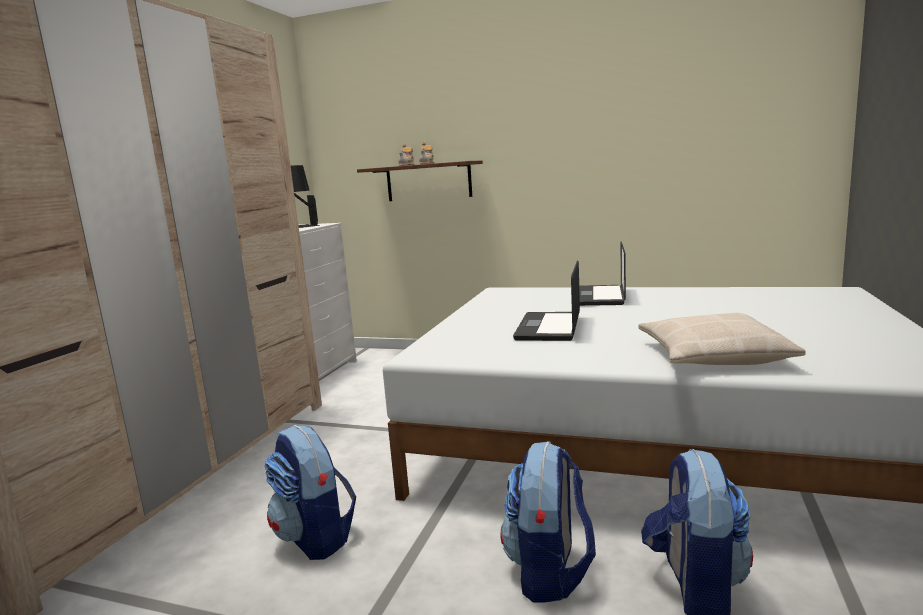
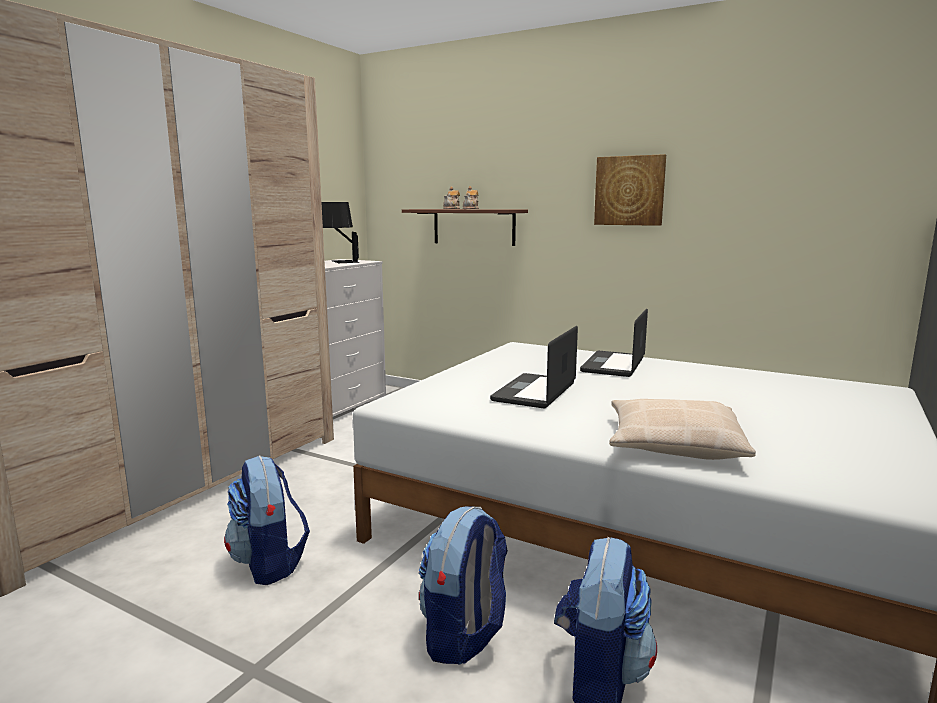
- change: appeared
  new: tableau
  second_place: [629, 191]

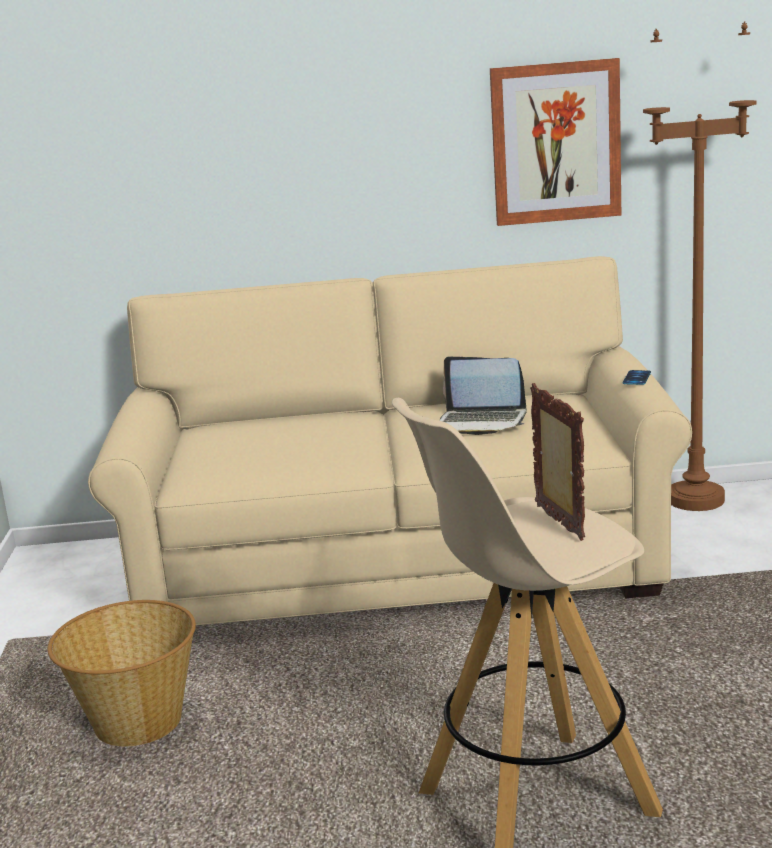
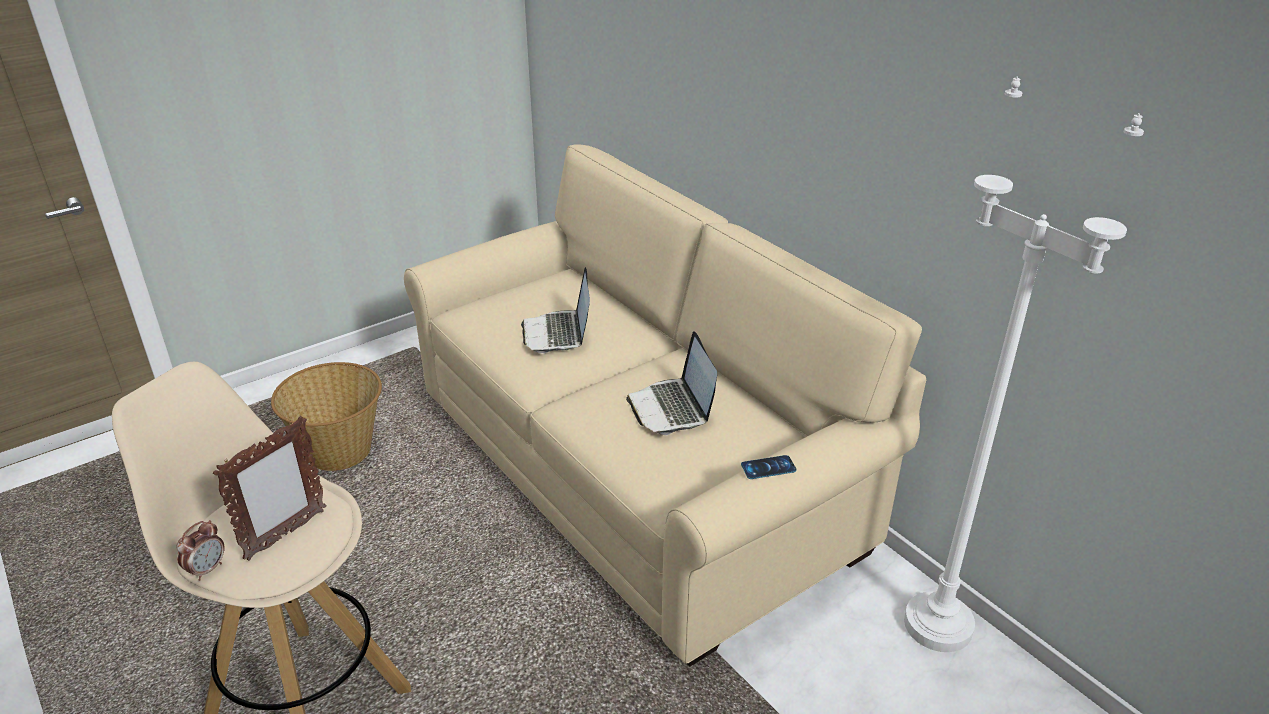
- change: colour
  old: lampadaire (marron)
  new: lampadaire (blanc)
  first_place: [696, 499]
  second_place: [938, 625]
- change: missing
  old: tableau
  first_place: [555, 142]
- change: appeared
  new: ordinateur portable
  second_place: [558, 333]
- change: appeared
  new: réveil
  second_place: [207, 569]

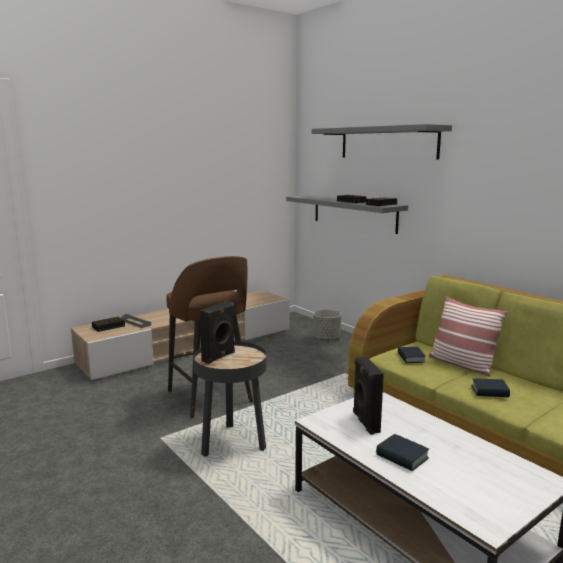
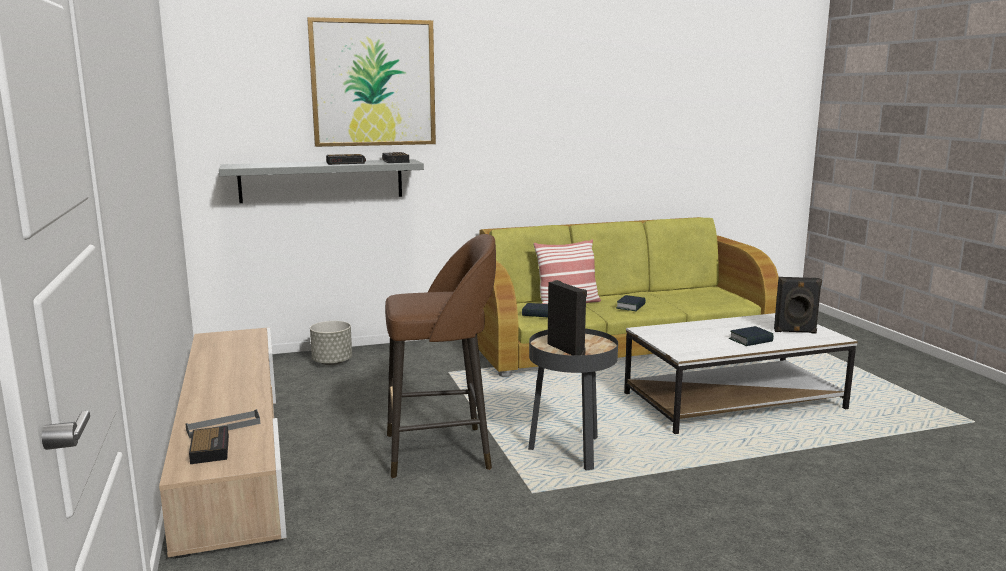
- change: exchanged
  old: étagère (gris)
  new: tableau
  first_place: [387, 143]
  second_place: [373, 83]
- change: relocated
  old: enceinte (noir)
  first_place: [365, 422]
  second_place: [795, 331]

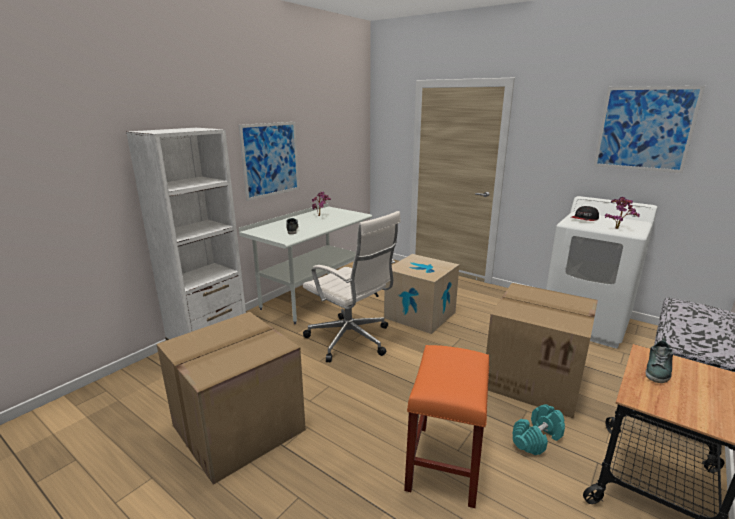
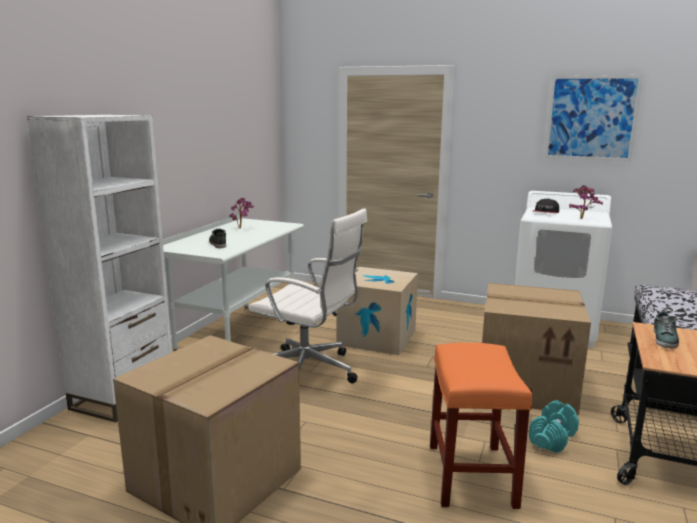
- change: missing
  old: tableau
  first_place: [271, 159]

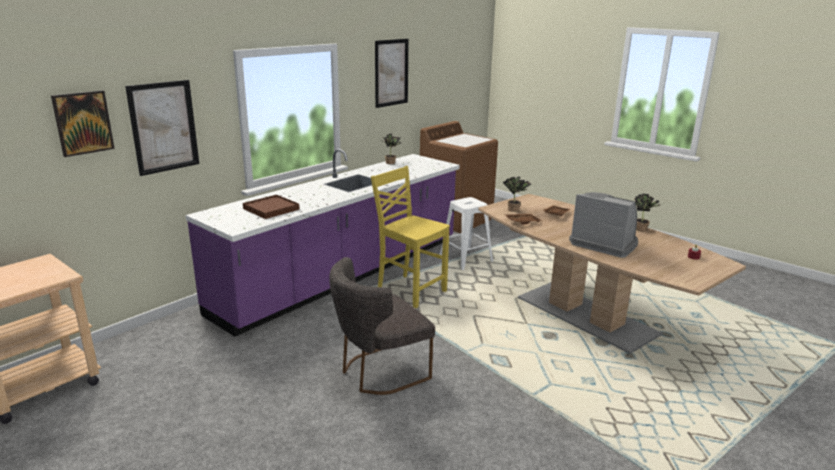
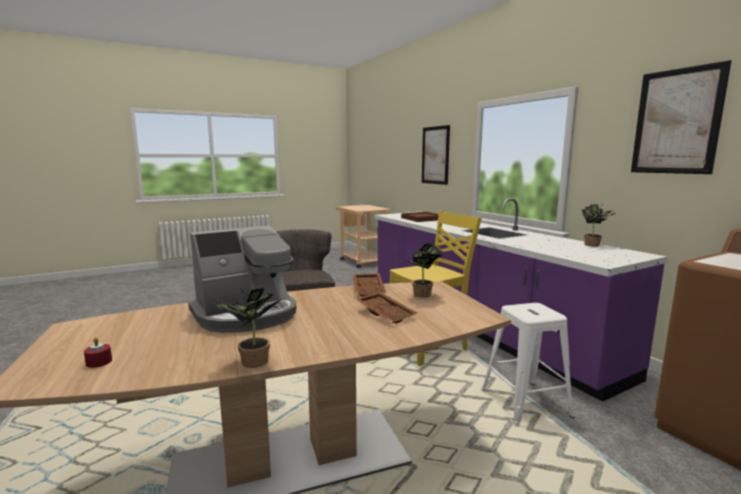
- change: missing
  old: tableau
  first_place: [83, 123]

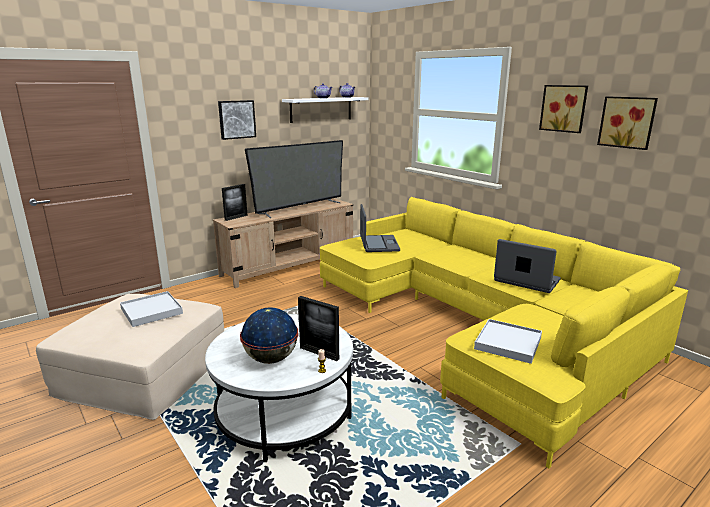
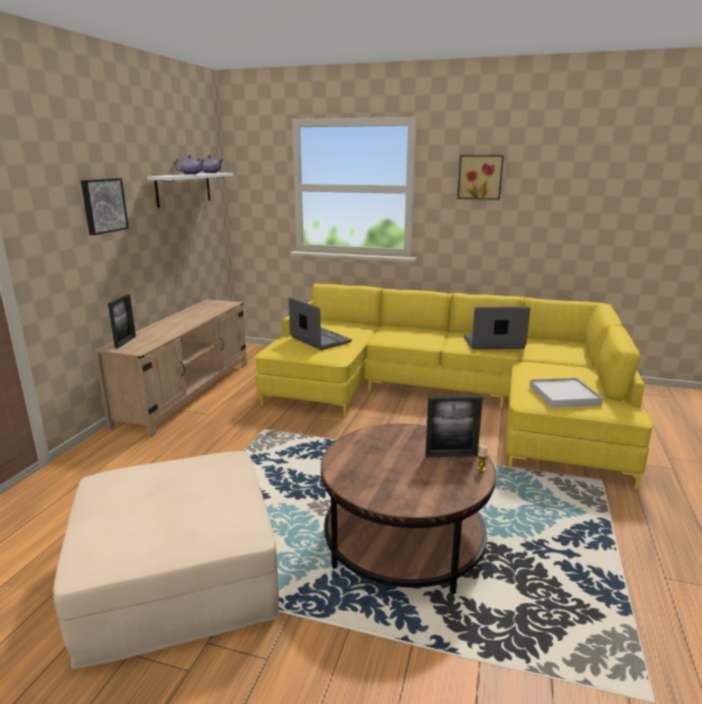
- change: missing
  old: tableau
  first_place: [627, 122]
- change: missing
  old: téléviseur
  first_place: [300, 208]
- change: missing
  old: plateau (blanc)
  first_place: [151, 311]
- change: missing
  old: globe
  first_place: [271, 359]
- change: colour
  old: table basse (blanc)
  new: table basse (marron)
  first_place: [284, 413]
  second_place: [404, 541]

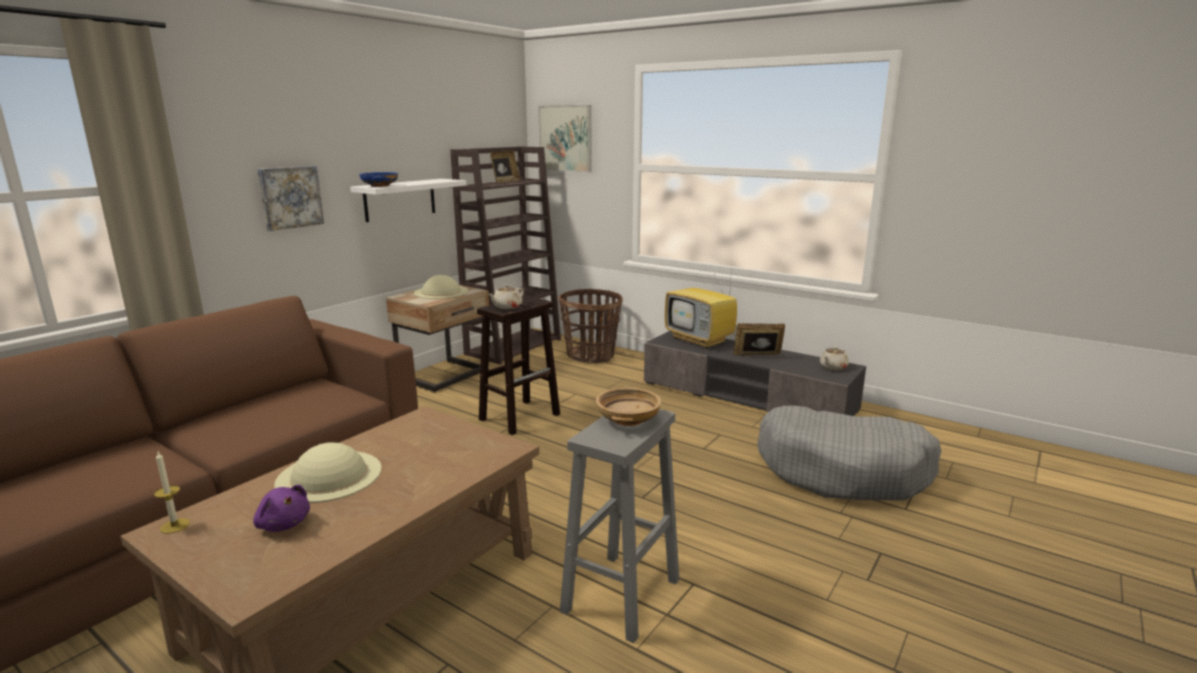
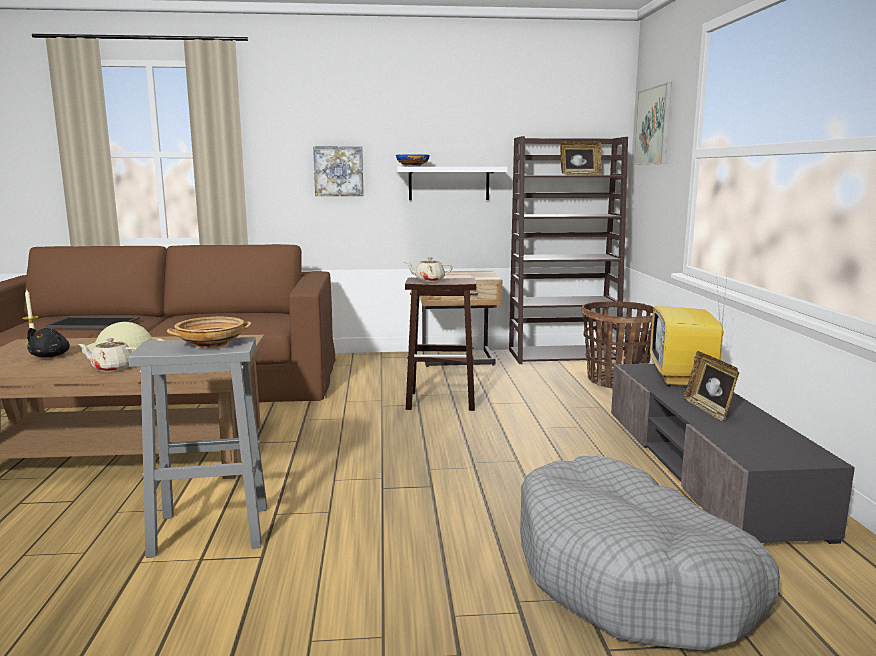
- change: missing
  old: chapeau (beige)
  first_place: [441, 292]
- change: spun
  old: cadre photo
  first_place: [757, 357]
  second_place: [709, 410]
  degrees: -150
- change: relocated
  old: théière (beige)
  first_place: [833, 367]
  second_place: [112, 368]
- change: colour
  old: peluche (violet)
  new: peluche (noir)
  first_place: [283, 524]
  second_place: [51, 356]
- change: appeared
  new: plateau
  second_place: [95, 323]

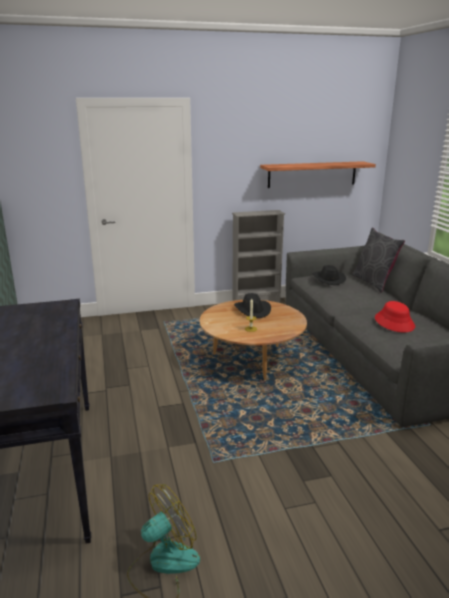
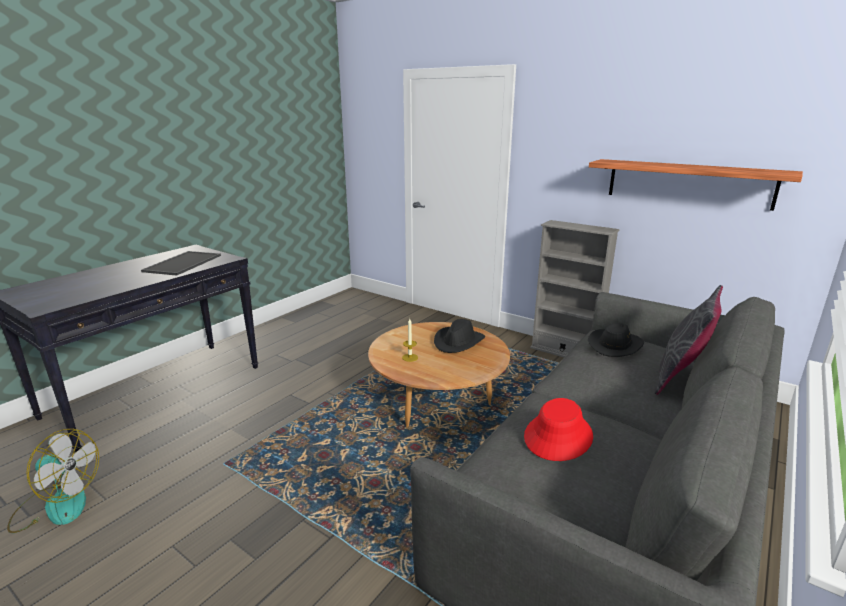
- change: appeared
  new: plateau
  second_place: [182, 263]

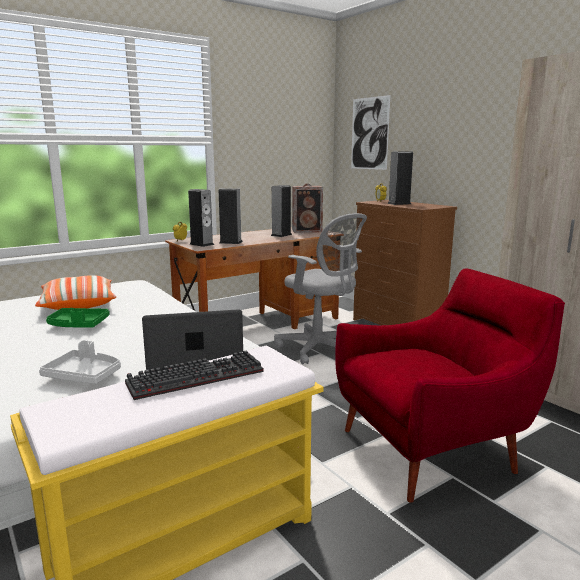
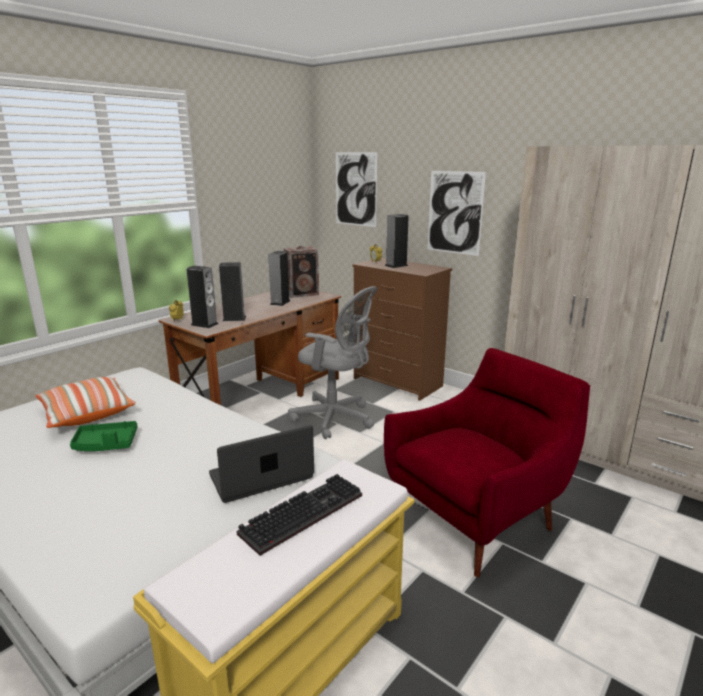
- change: missing
  old: plateau (gris)
  first_place: [84, 375]
- change: appeared
  new: tableau
  second_place: [455, 212]

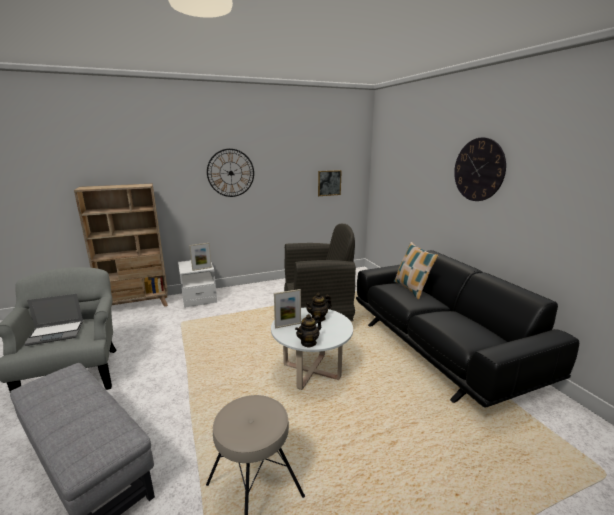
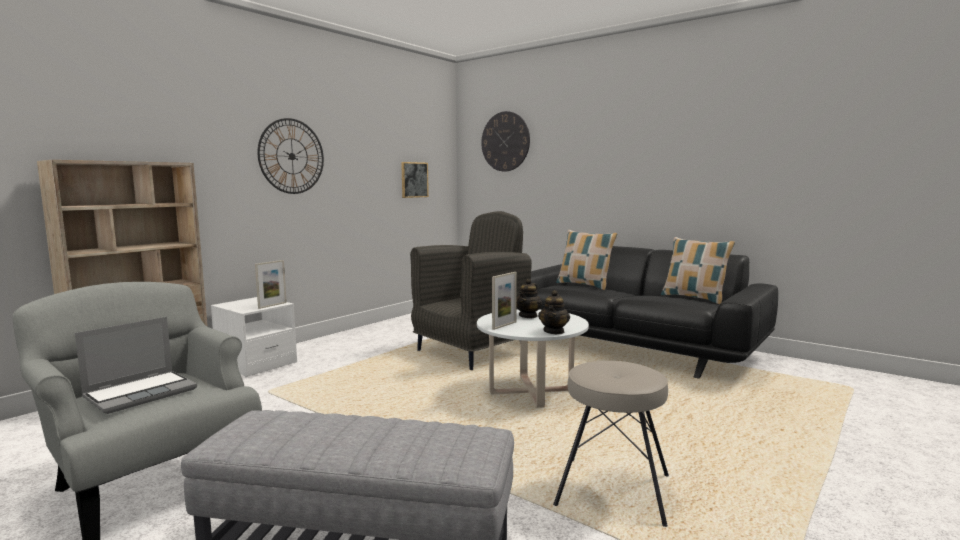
- change: relocated
  old: horloge murale
  first_place: [478, 169]
  second_place: [505, 141]
- change: appeared
  new: coussin
  second_place: [694, 298]

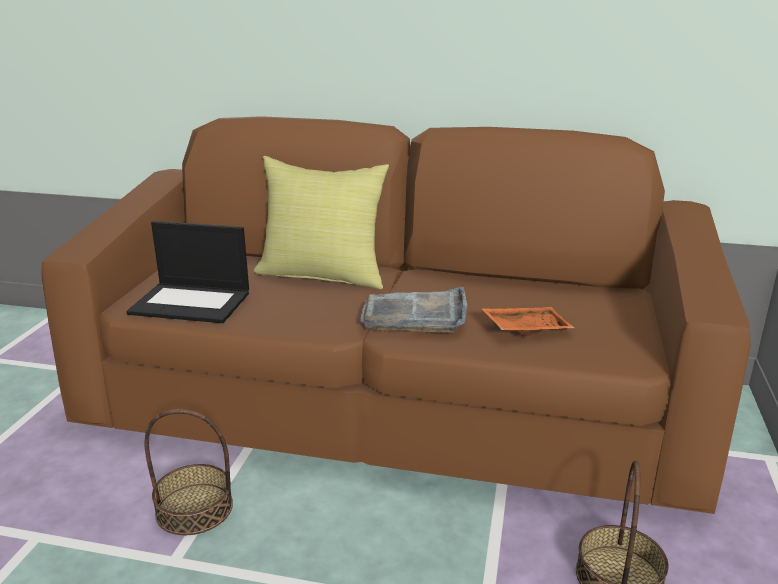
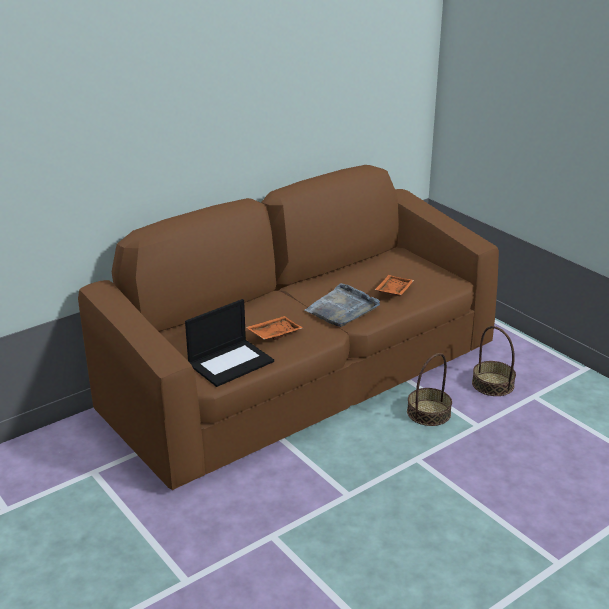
- change: missing
  old: coussin (jaune)
  first_place: [323, 274]
- change: relocated
  old: panier
  first_place: [194, 508]
  second_place: [428, 412]
- change: appeared
  new: plateau (orange)
  second_place: [274, 333]

